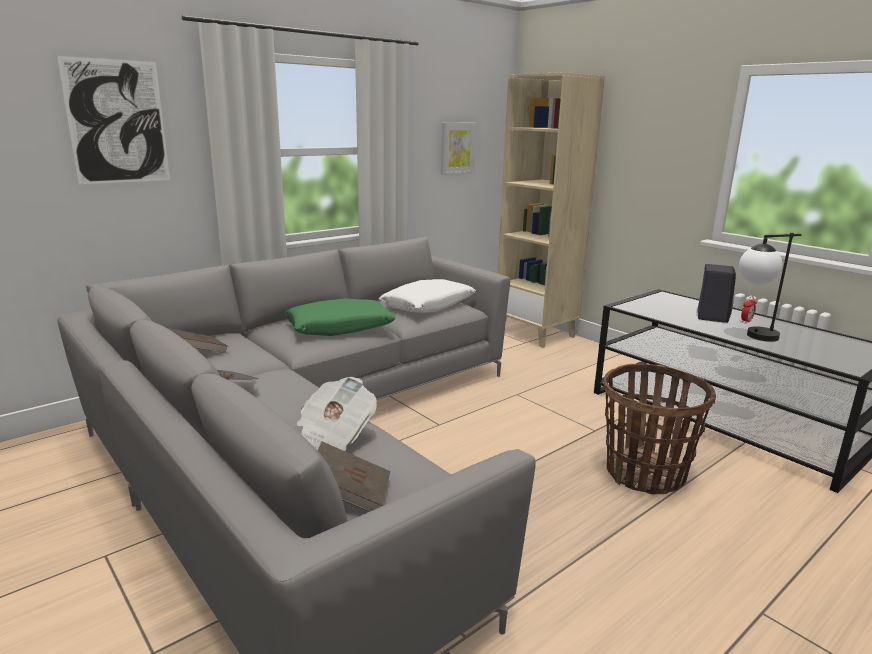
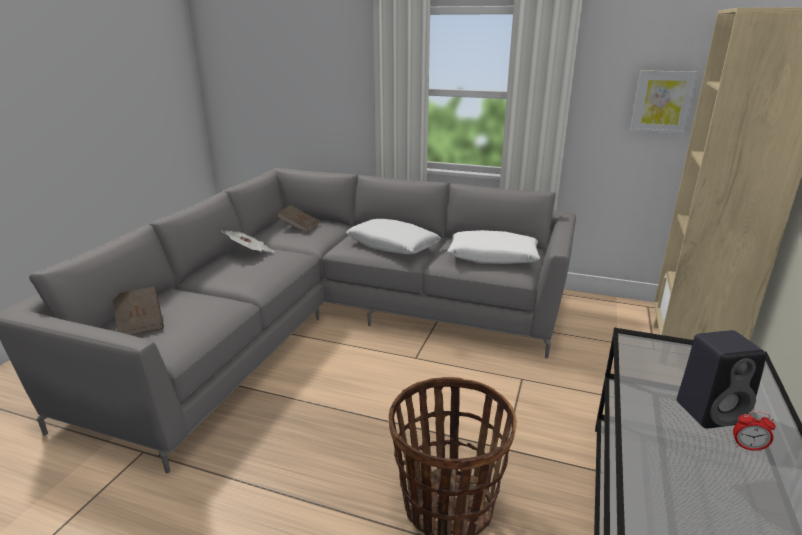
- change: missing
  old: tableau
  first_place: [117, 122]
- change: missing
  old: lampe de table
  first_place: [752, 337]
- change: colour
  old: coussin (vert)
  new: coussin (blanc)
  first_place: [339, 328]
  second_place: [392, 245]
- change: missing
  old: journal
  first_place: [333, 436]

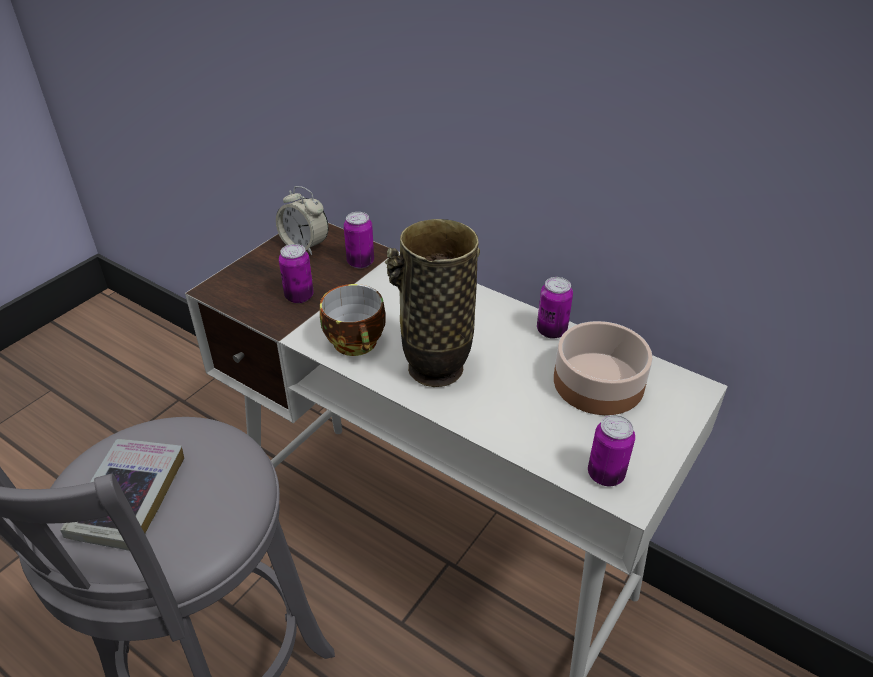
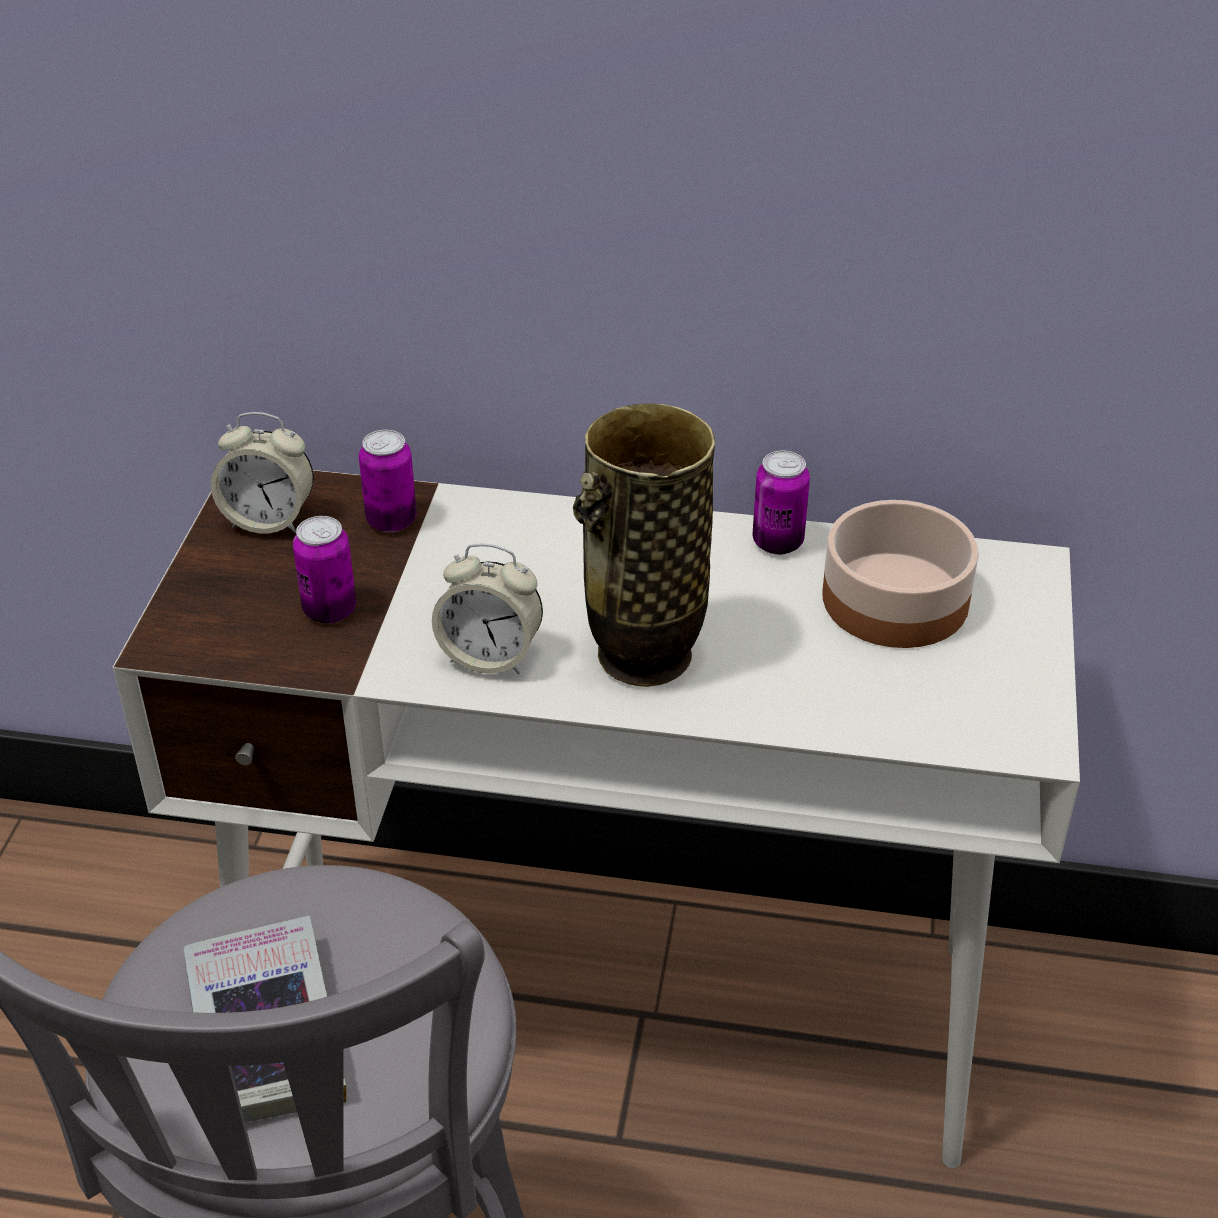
- change: exchanged
  old: tasse
  new: réveil
  first_place: [357, 343]
  second_place: [490, 656]
- change: missing
  old: boîte métallique
  first_place: [605, 474]

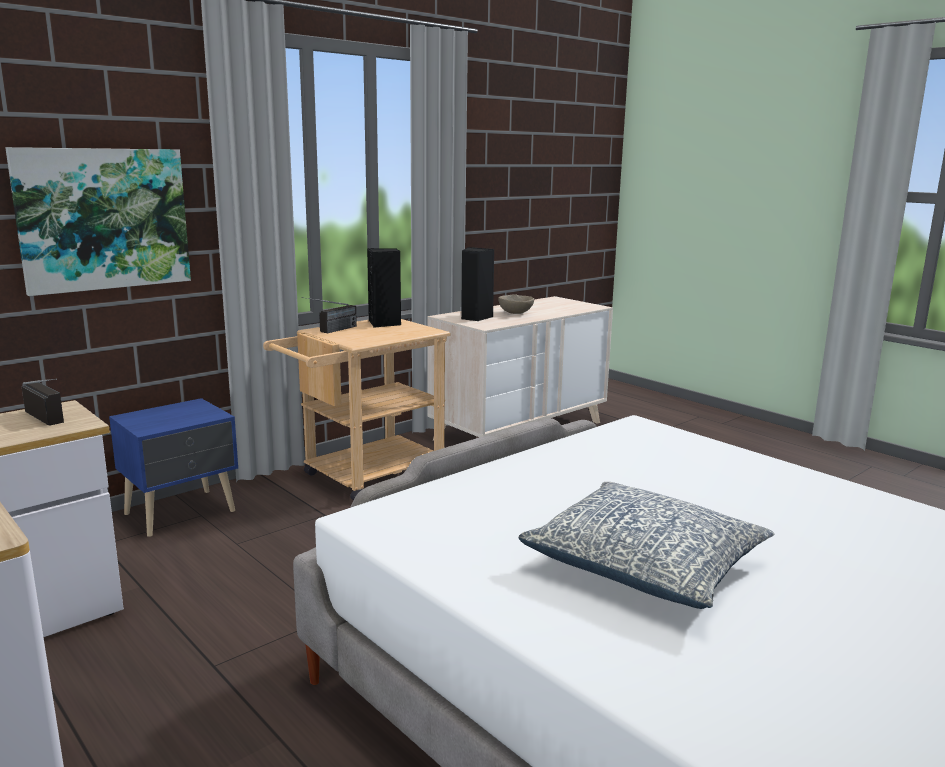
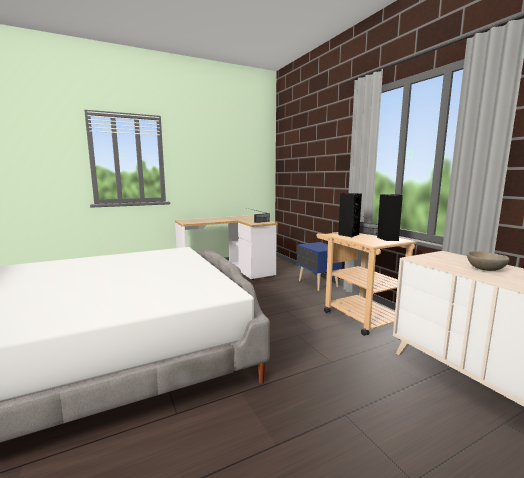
- change: missing
  old: tableau
  first_place: [104, 219]
- change: relocated
  old: enceinte (noir)
  first_place: [474, 317]
  second_place: [348, 235]
- change: missing
  old: coussin
  first_place: [646, 565]

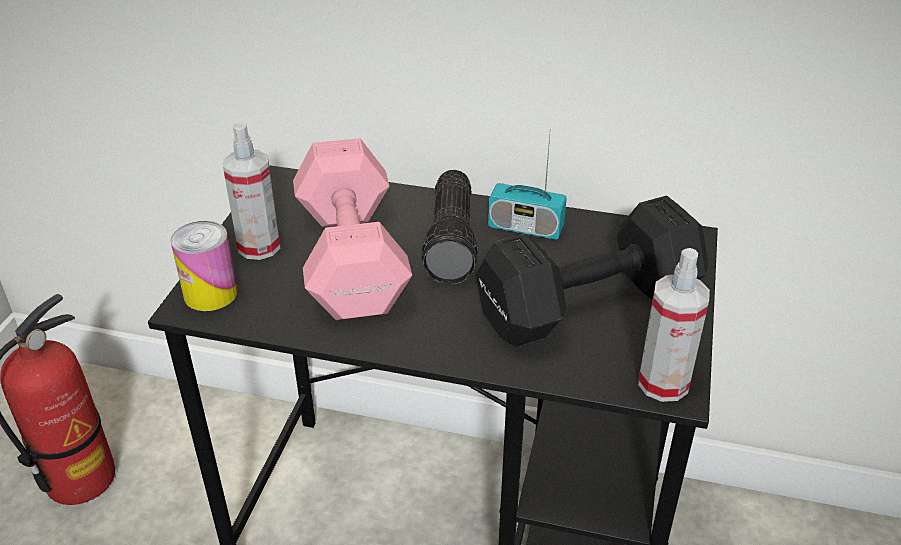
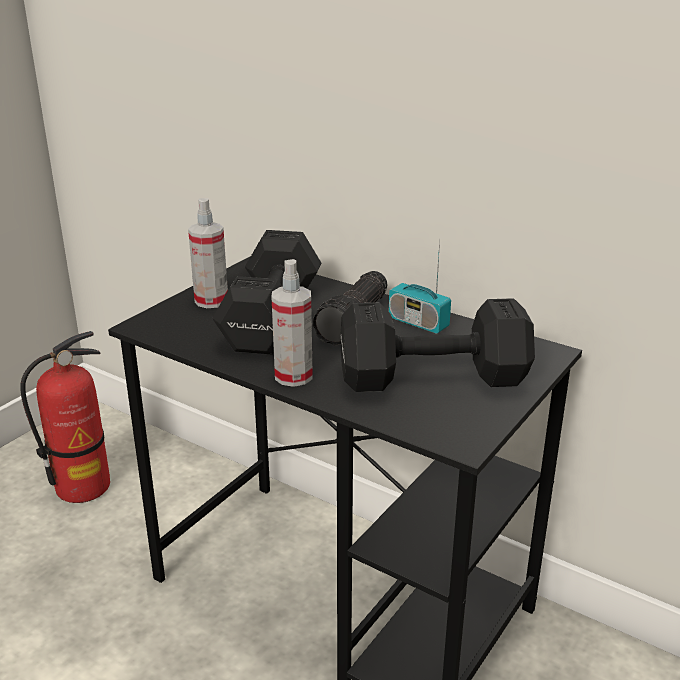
- change: colour
  old: haltère (rose)
  new: haltère (noir)
  first_place: [350, 261]
  second_place: [269, 320]
- change: missing
  old: boîte métallique
  first_place: [210, 293]
- change: relocated
  old: vaporisateur
  first_place: [663, 383]
  second_place: [293, 376]

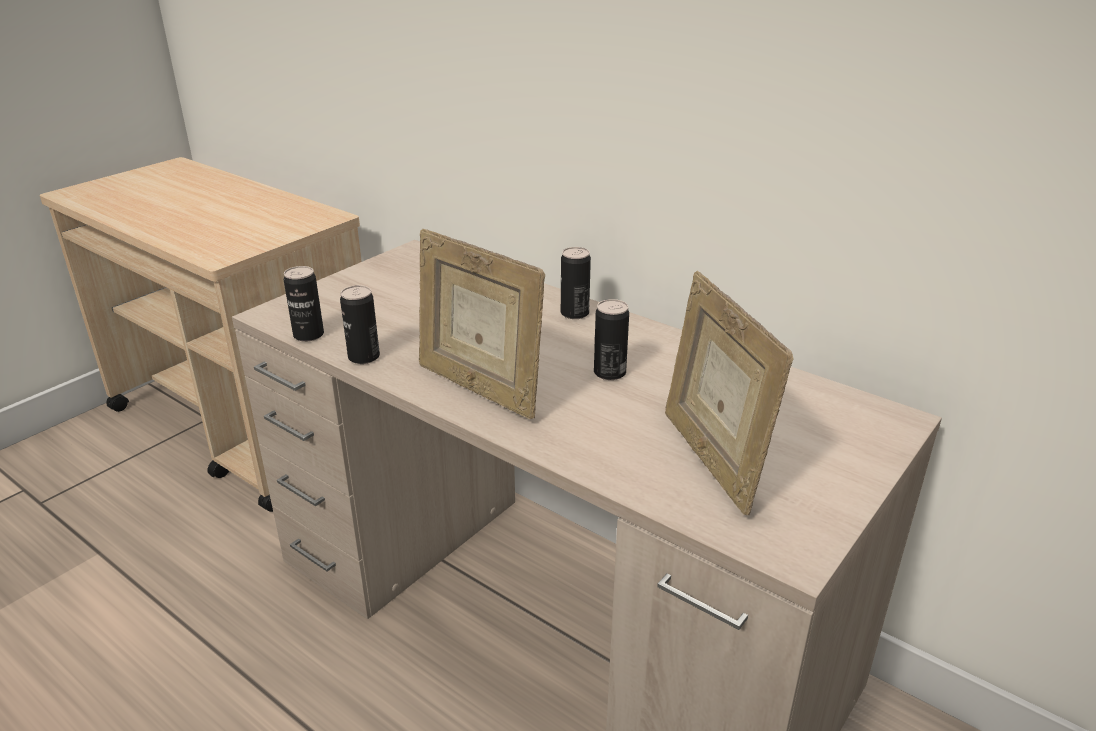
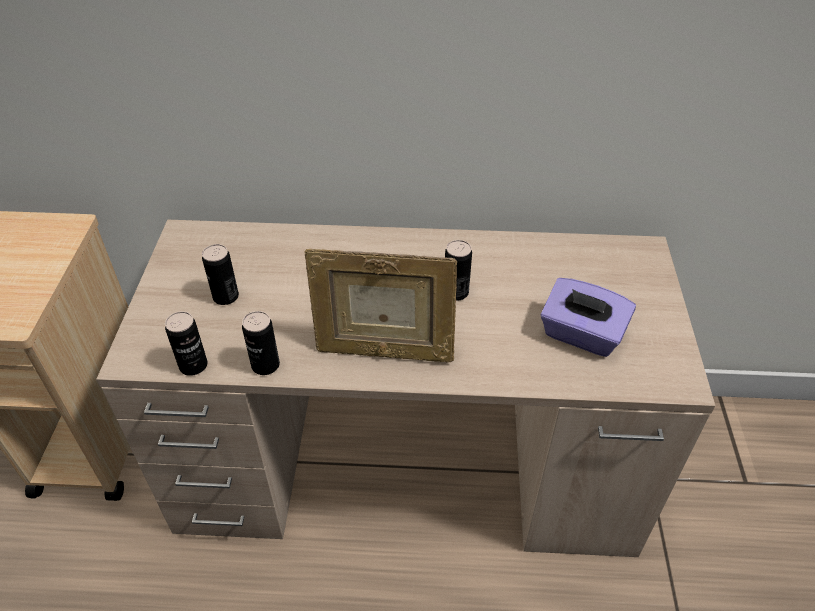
- change: relocated
  old: boîte métallique
  first_place: [574, 313]
  second_place: [226, 297]
- change: exchanged
  old: cadre photo
  new: boîte à mouchoirs (violet)
  first_place: [711, 459]
  second_place: [581, 335]

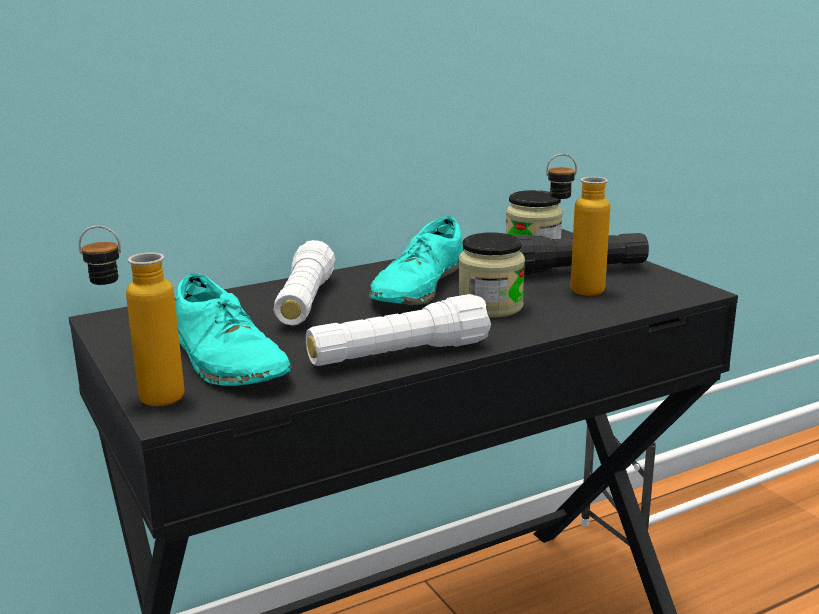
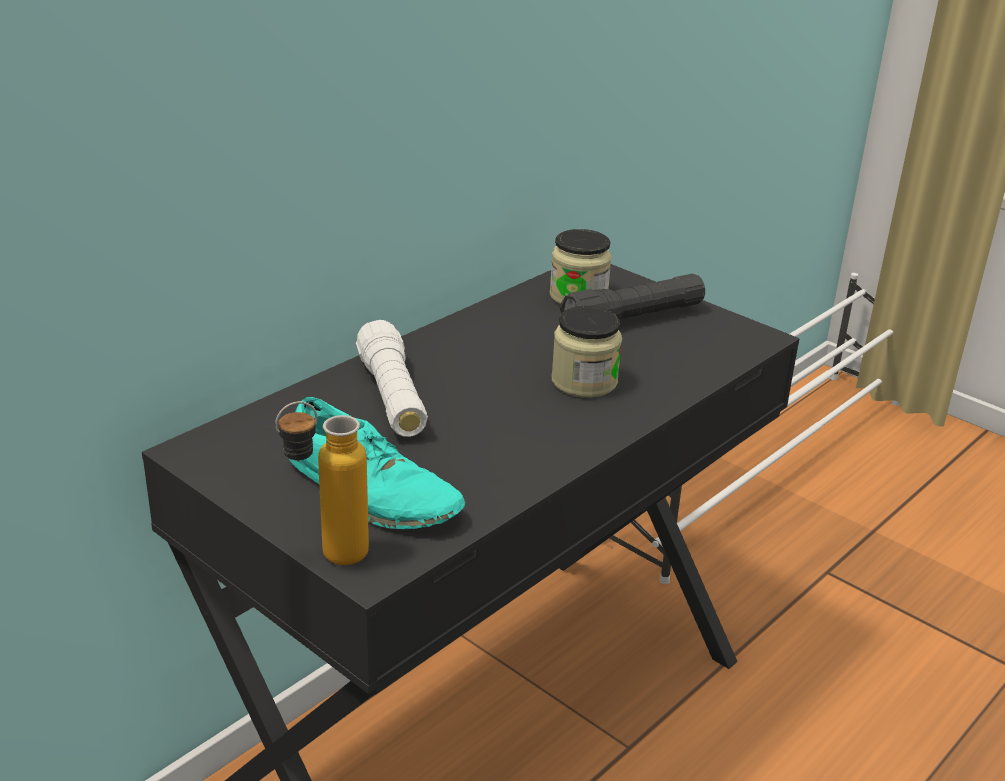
- change: missing
  old: bouteille
  first_place: [573, 291]
- change: missing
  old: chaussure (turquoise)
  first_place: [418, 287]
- change: missing
  old: lampe de poche (blanc)
  first_place: [399, 354]

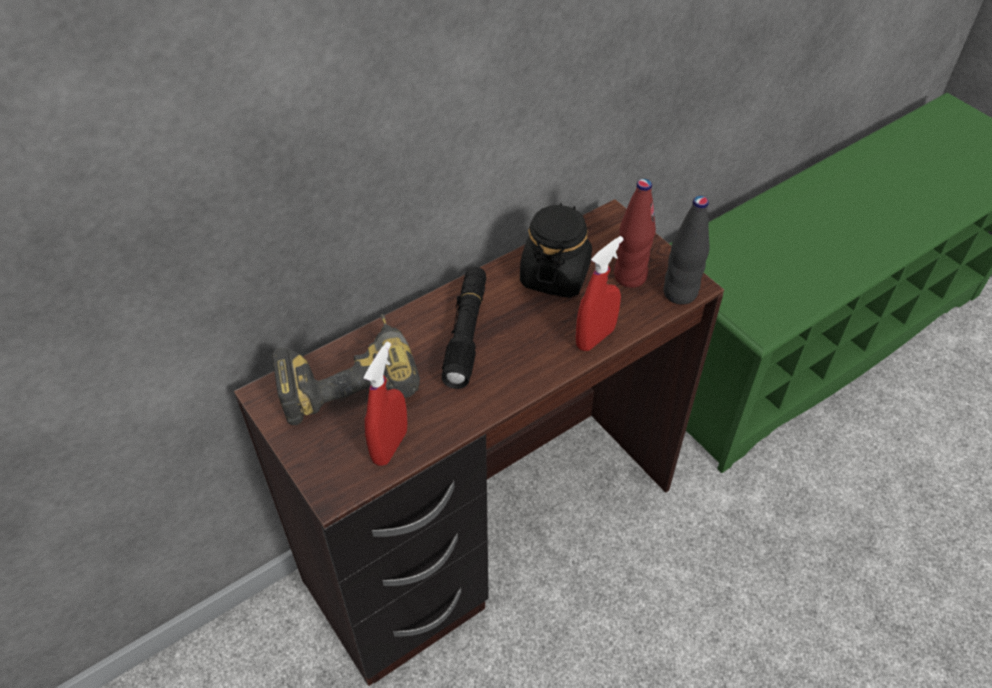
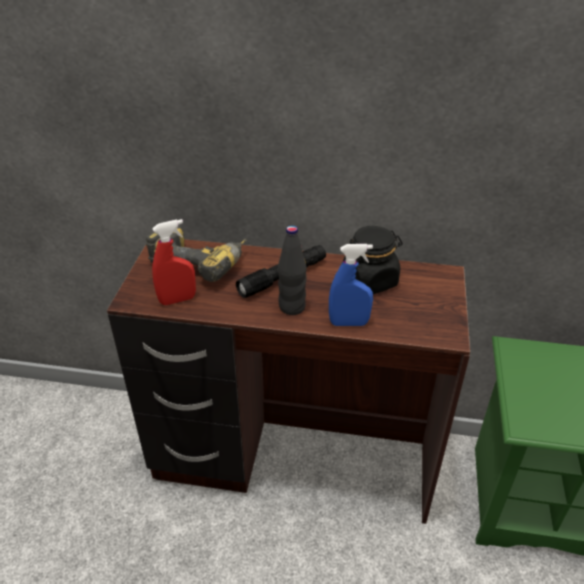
- change: missing
  old: bouteille (rouge)
  first_place: [630, 276]
- change: relocated
  old: bouteille (noir)
  first_place: [680, 293]
  second_place: [292, 307]
- change: colour
  old: vaporisateur (rouge)
  new: vaporisateur (bleu)
  first_place: [595, 338]
  second_place: [349, 323]

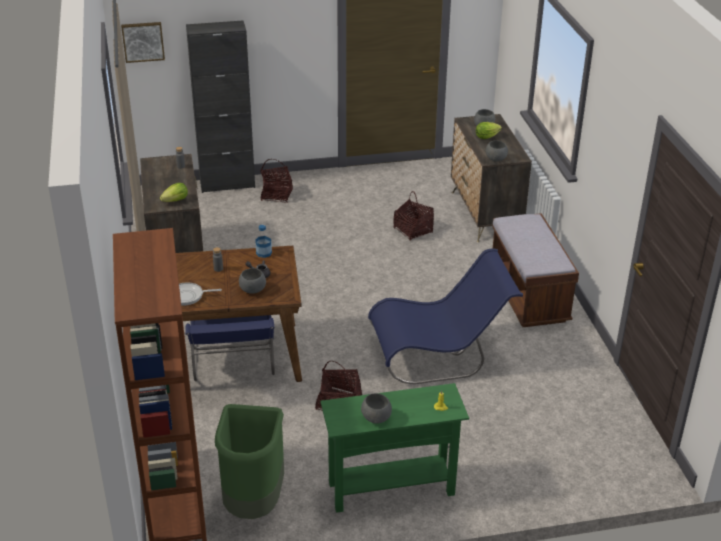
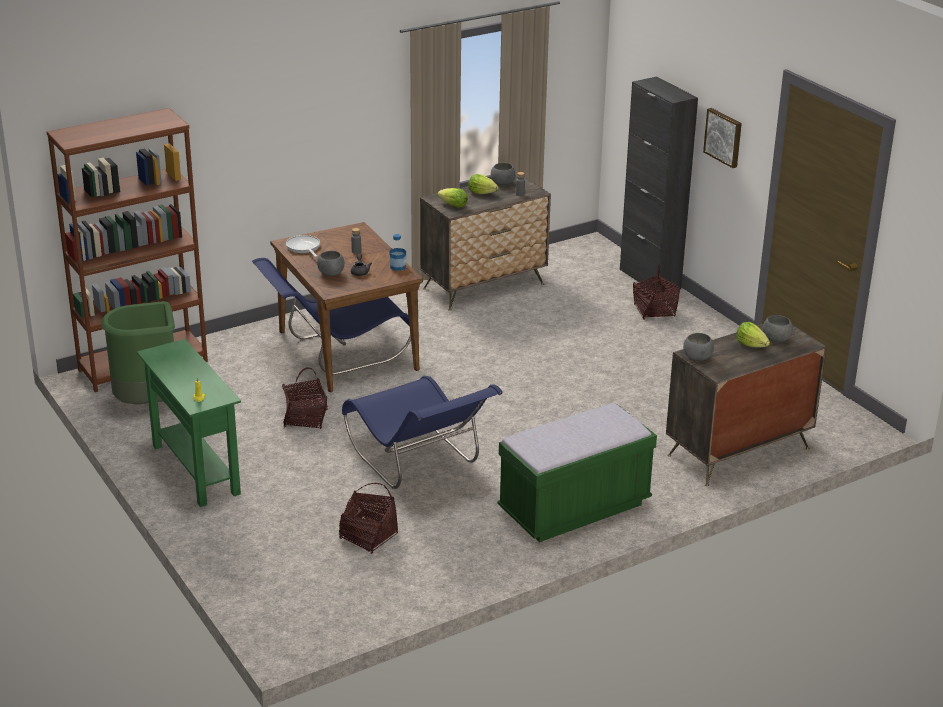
- change: relocated
  old: tableau
  first_place: [143, 41]
  second_place: [724, 137]
- change: relocated
  old: panier
  first_place: [413, 230]
  second_place: [368, 536]
- change: colour
  old: banc (marron)
  new: banc (vert)
  first_place: [528, 296]
  second_place: [574, 508]
- change: relocated
  old: bol (gris)
  first_place: [375, 418]
  second_place: [502, 183]
- change: appeared
  new: laitue
  second_place: [481, 193]

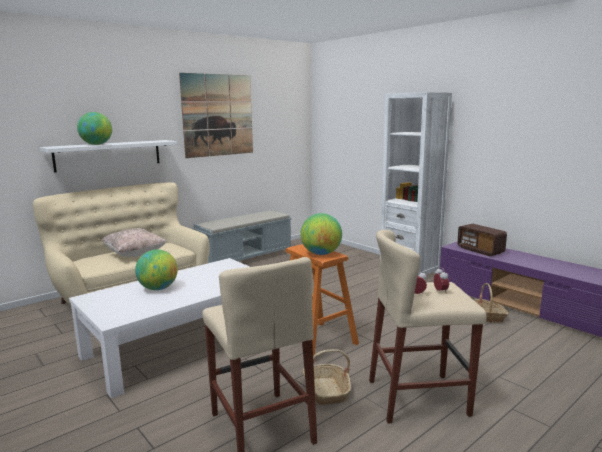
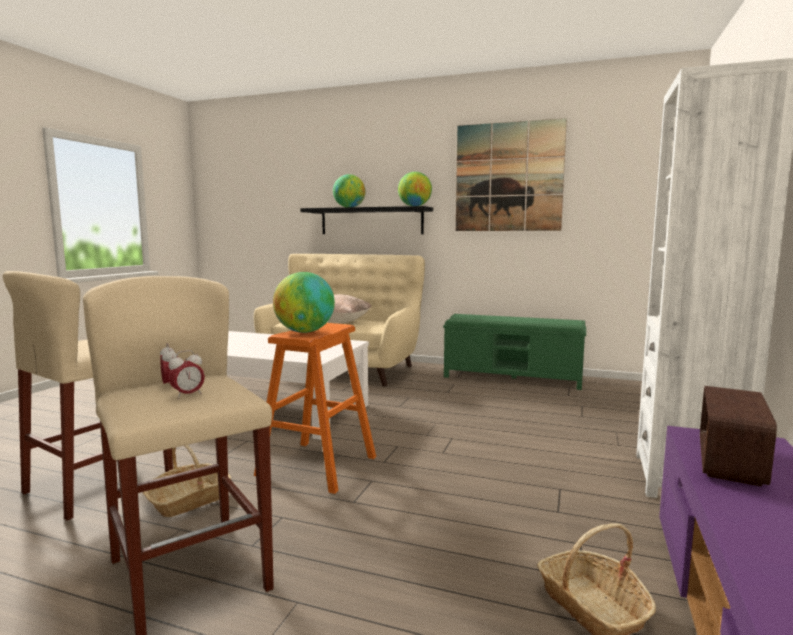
- change: colour
  old: étagère (blanc)
  new: étagère (noir)
  first_place: [109, 155]
  second_place: [371, 221]
- change: colour
  old: banc (gris)
  new: banc (vert)
  first_place: [246, 258]
  second_place: [513, 377]
- change: relocated
  old: globe
  first_place: [158, 288]
  second_place: [414, 206]

